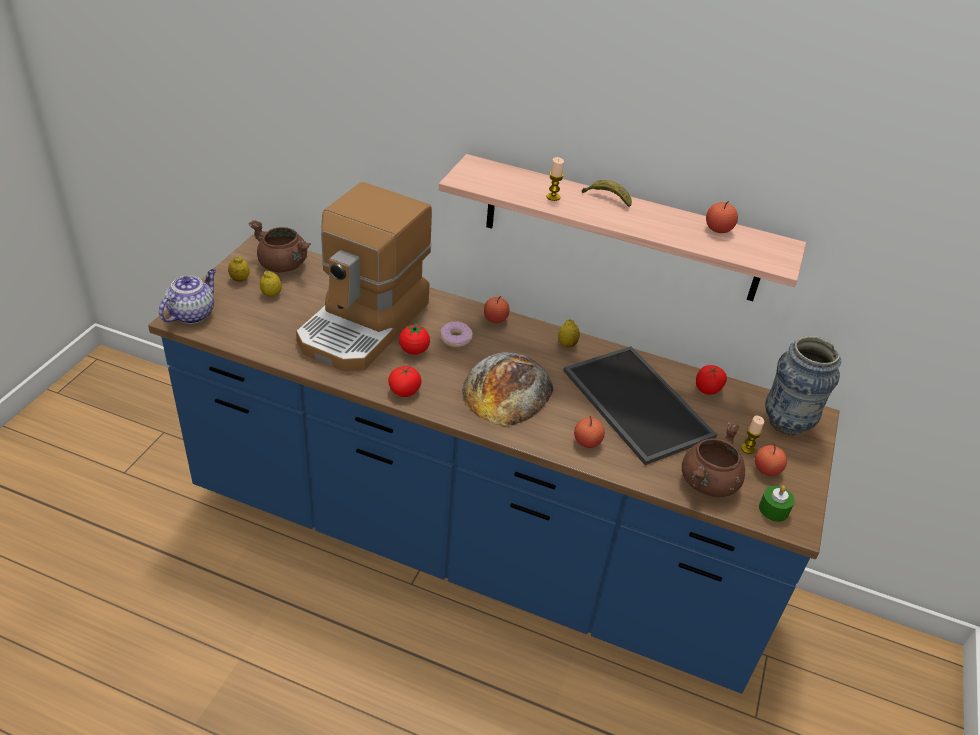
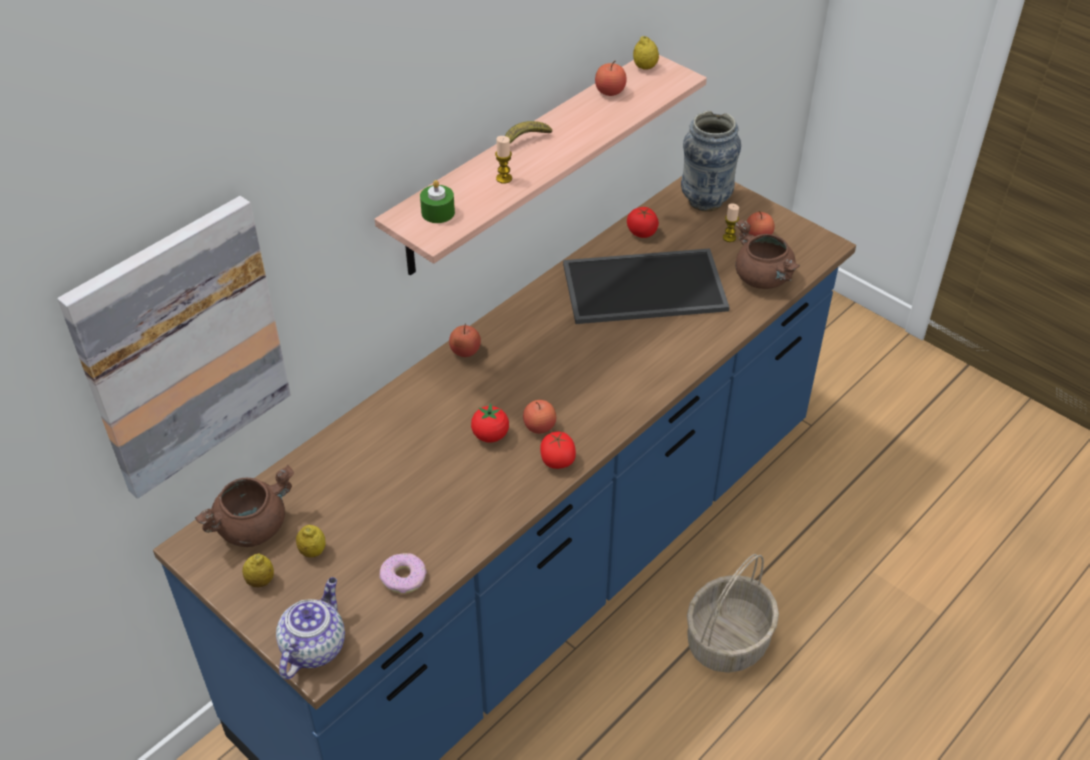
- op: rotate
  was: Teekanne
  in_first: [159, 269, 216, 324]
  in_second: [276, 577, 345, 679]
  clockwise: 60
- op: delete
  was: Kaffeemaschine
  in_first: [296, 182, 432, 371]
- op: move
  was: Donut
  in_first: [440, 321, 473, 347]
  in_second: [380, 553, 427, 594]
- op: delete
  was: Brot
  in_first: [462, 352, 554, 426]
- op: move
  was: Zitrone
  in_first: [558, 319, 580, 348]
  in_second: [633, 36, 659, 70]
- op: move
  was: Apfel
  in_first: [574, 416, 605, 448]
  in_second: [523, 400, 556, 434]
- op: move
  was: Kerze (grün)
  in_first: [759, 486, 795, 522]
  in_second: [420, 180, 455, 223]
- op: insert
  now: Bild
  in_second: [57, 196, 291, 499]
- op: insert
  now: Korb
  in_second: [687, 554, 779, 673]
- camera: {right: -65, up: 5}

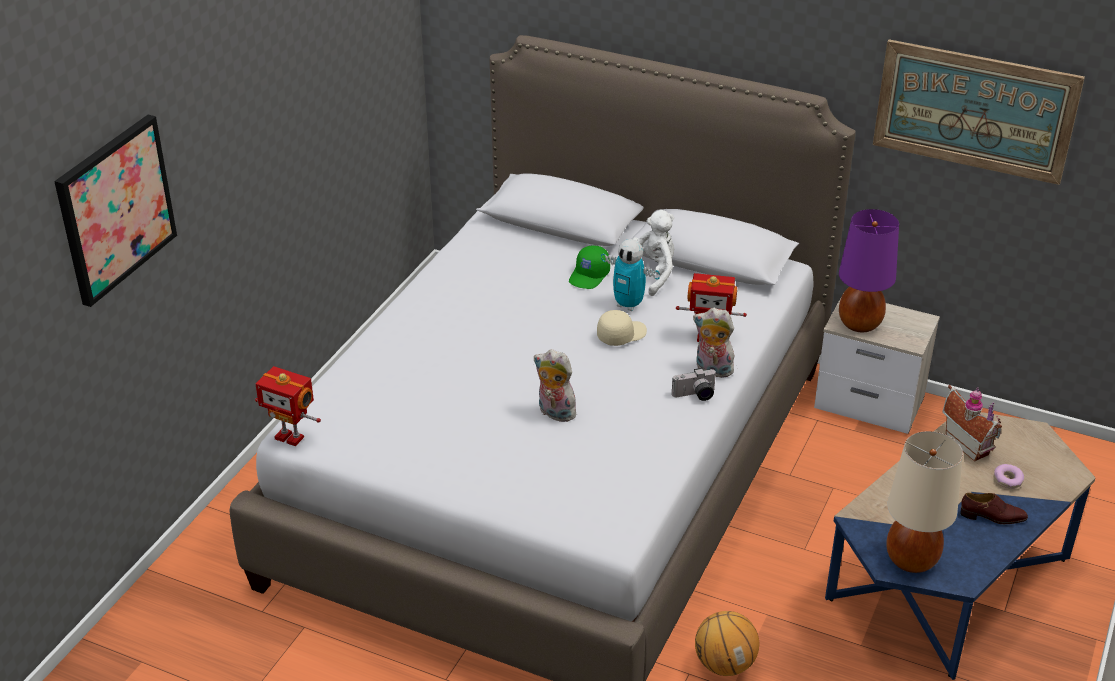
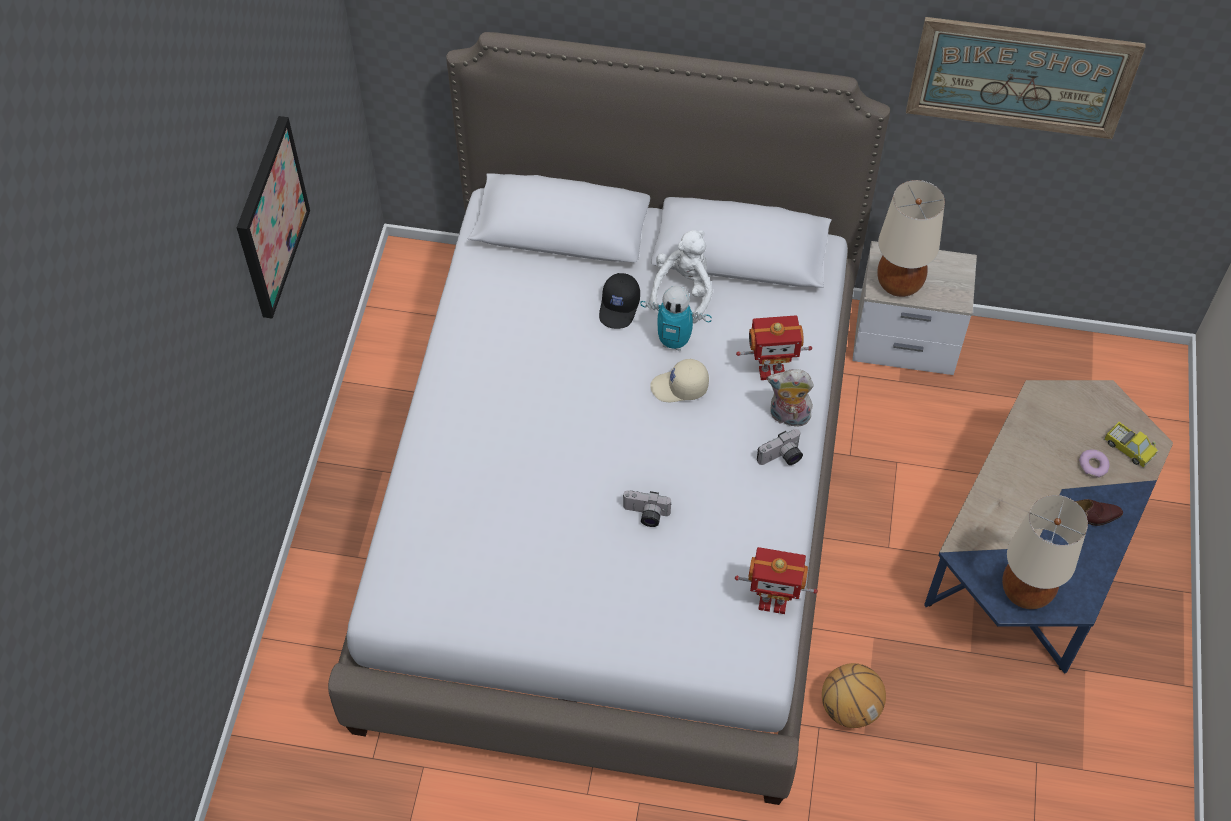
- op: move
  was: Bild
  in_first: [54, 115, 177, 307]
  in_second: [237, 116, 310, 319]
- op: move
  was: Spielzeugroboter
  in_first: [255, 366, 321, 446]
  in_second: [735, 547, 818, 614]
- op: replace
  was: Plüschtier
  now: Kamera
  in_first: [534, 349, 580, 423]
  in_second: [622, 490, 672, 527]
- op: recolor
  was: Kappe (grün)
  now: Kappe (schwarz)
  in_first: [569, 245, 610, 289]
  in_second: [599, 273, 640, 329]
- op: rotate
  was: Kappe (beige)
  in_first: [597, 310, 647, 346]
  in_second: [650, 359, 709, 402]
  clockwise: -135
- op: recolor
  was: Tischlampe (lila)
  now: Tischlampe (beige)
  in_first: [839, 209, 899, 332]
  in_second: [877, 180, 945, 297]
- op: delete
  was: Spielzeughaus
  in_first: [942, 385, 1002, 462]
- op: insert
  now: Spielzeuglaster
  in_second: [1104, 421, 1158, 468]
- camera: {right: -15, up: 20}

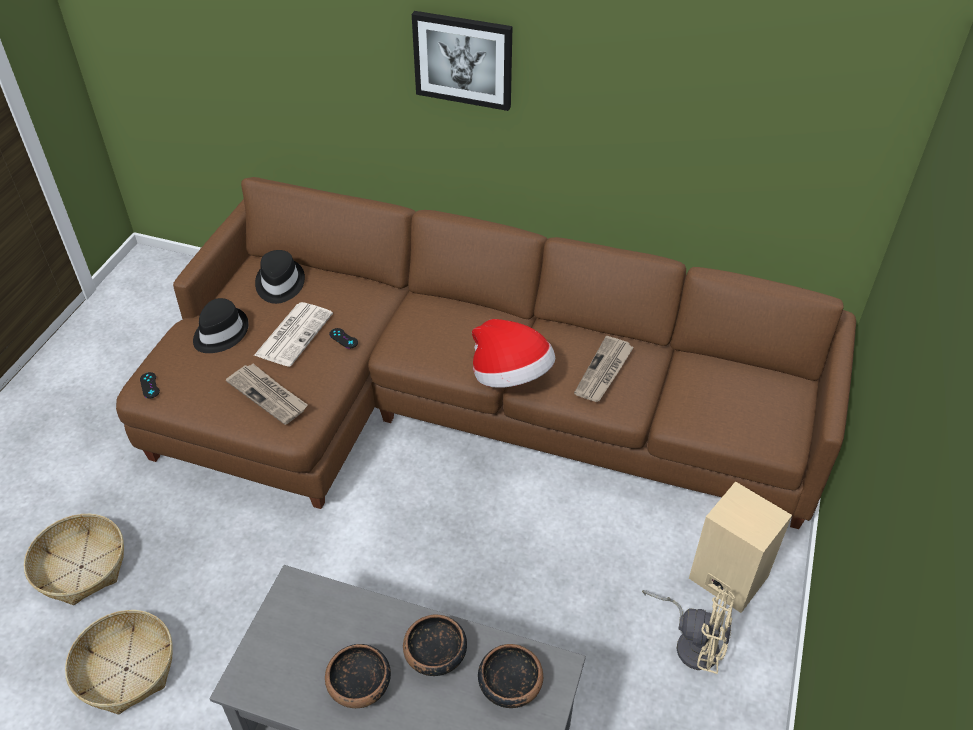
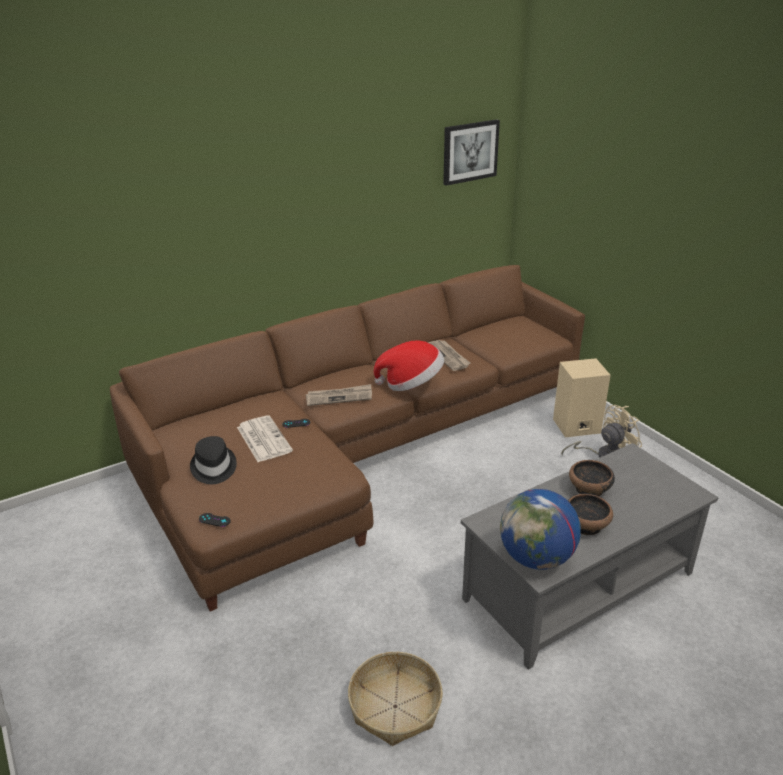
- op: delete
  was: Korb
  in_first: [24, 514, 124, 605]
- op: move
  was: Zeitung
  in_first: [226, 364, 308, 425]
  in_second: [306, 384, 372, 406]
- op: delete
  was: Hut (schwarz)
  in_first: [255, 250, 305, 304]
- op: move
  was: Bild
  in_first: [412, 11, 513, 111]
  in_second: [443, 119, 500, 186]
- op: delete
  was: Schüssel
  in_first: [478, 644, 543, 708]
- op: insert
  now: Globus
  in_second: [500, 489, 581, 570]
- camera: {right: -50, up: -15}

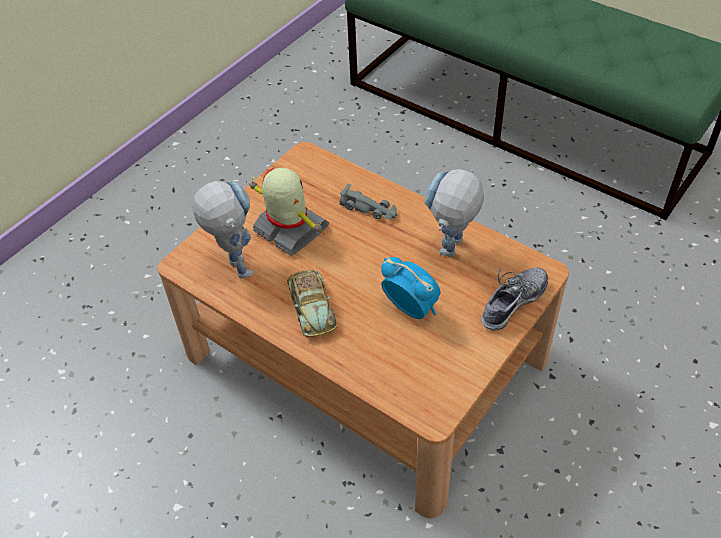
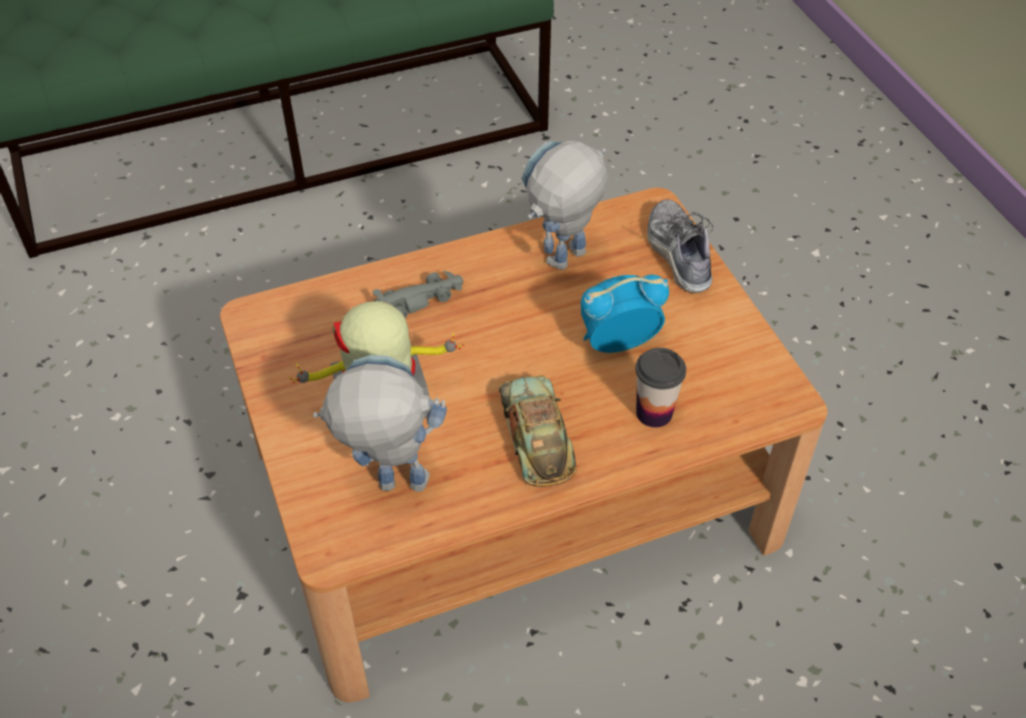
- op: rotate
  was: Spielzeugauto
  in_first: [287, 270, 337, 337]
  in_second: [499, 375, 577, 487]
  clockwise: -120
- op: rotate
  was: Spielzeugroboter
  in_first: [424, 169, 484, 257]
  in_second: [521, 141, 608, 270]
  clockwise: 75
- op: insert
  now: Tasse
  in_second: [636, 348, 686, 428]
- camera: {right: -60, up: 0}

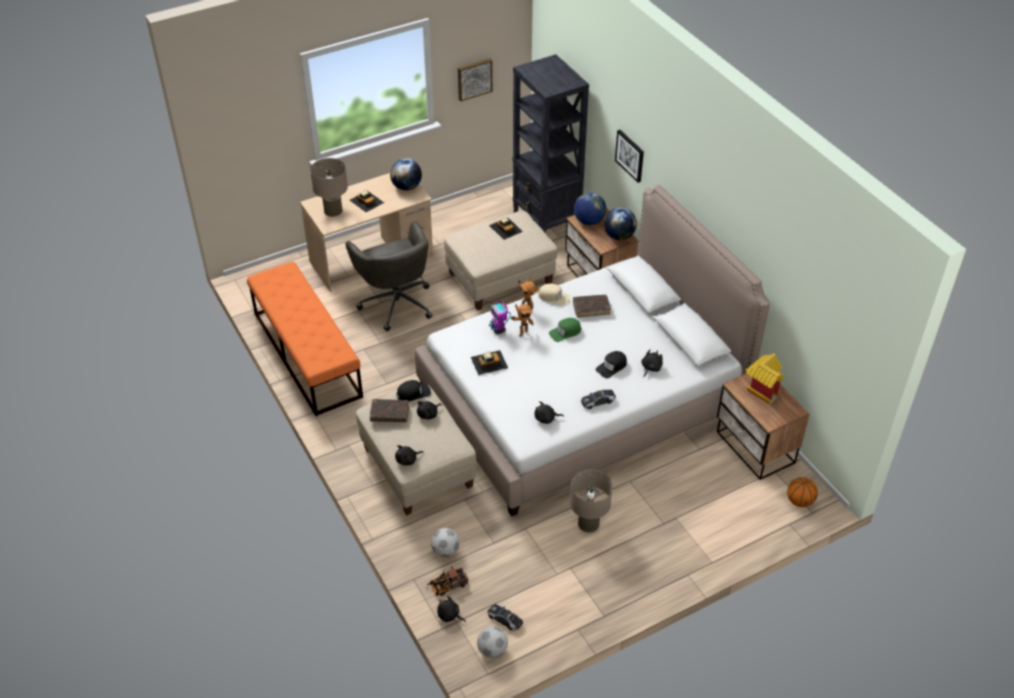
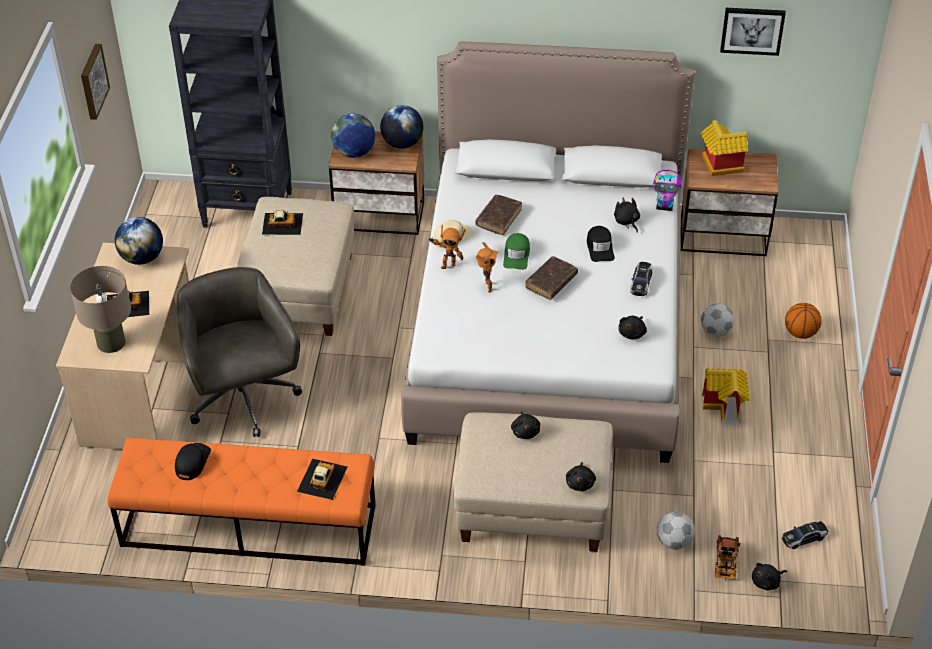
- op: rotate
  was: Bürostuhl (grau)
  in_first: [345, 221, 432, 331]
  in_second: [177, 267, 302, 437]
  clockwise: -120
- op: move
  was: Buch (braun)
  in_first: [370, 399, 409, 422]
  in_second: [525, 256, 578, 300]
- op: move
  was: Kappe (schwarz)
  in_first: [397, 380, 431, 401]
  in_second: [175, 443, 211, 480]
- op: move
  was: Spielzeugauto
  in_first: [471, 350, 508, 375]
  in_second: [297, 459, 347, 500]
- op: move
  was: Fußball
  in_first: [477, 627, 508, 658]
  in_second: [701, 303, 735, 337]
- op: move
  was: Spielzeugroboter
  in_first: [485, 301, 511, 334]
  in_second: [653, 170, 682, 211]
- op: replace
  was: Tischlampe (beige)
  now: Spielzeughaus
  in_first: [570, 469, 613, 532]
  in_second: [702, 368, 750, 423]
- op: move
  was: Bild
  in_first: [615, 130, 644, 183]
  in_second: [720, 8, 786, 56]
- op: move
  was: Basketball
  in_first: [787, 477, 818, 507]
  in_second: [785, 303, 822, 339]
- camera: {right: -55, up: 0}

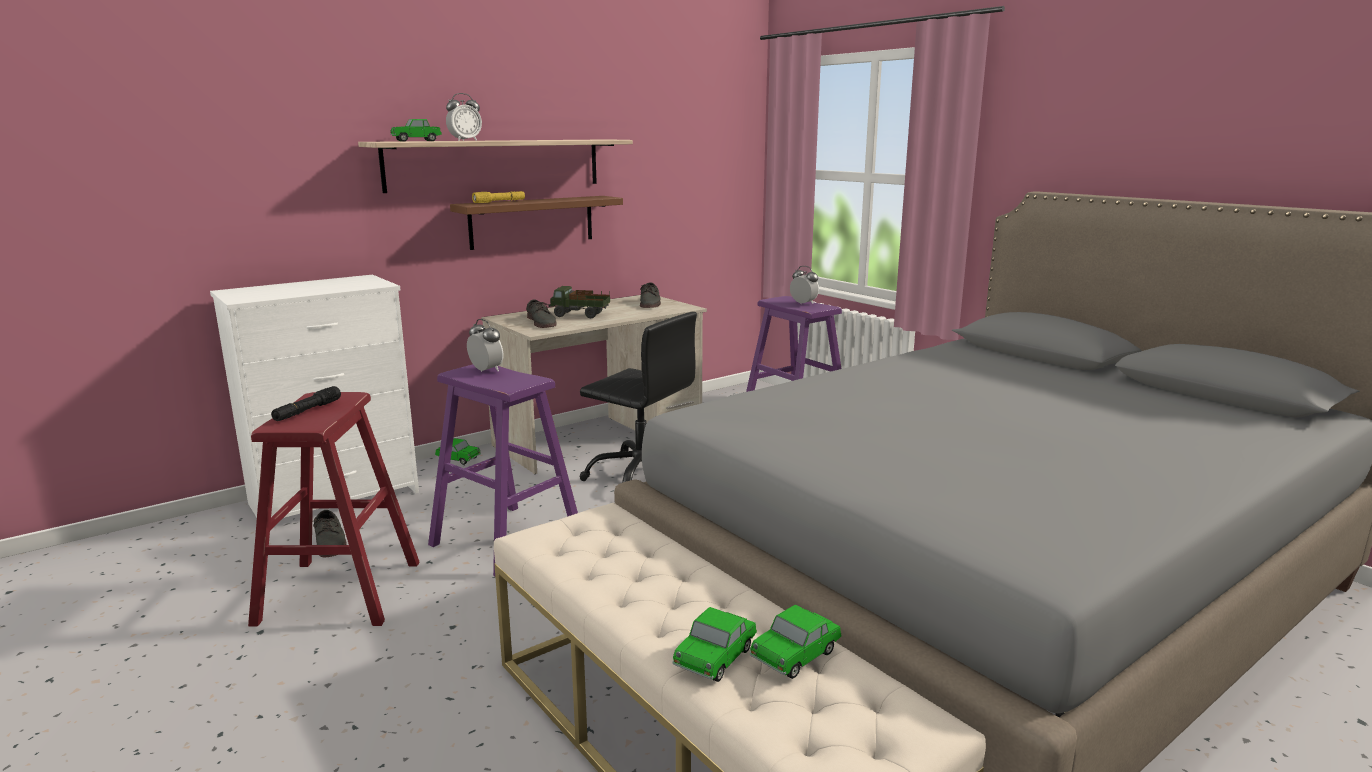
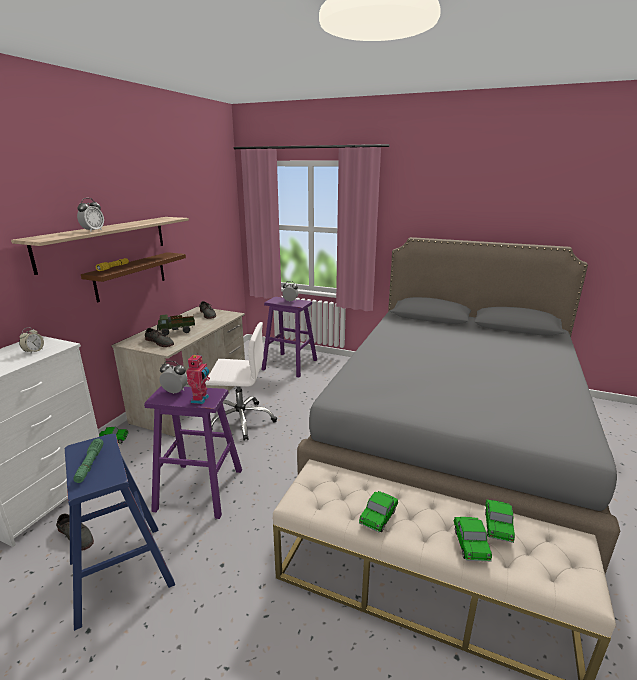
- op: recolor
  was: Hocker (rot)
  now: Hocker (blau)
  in_first: [248, 392, 419, 627]
  in_second: [65, 434, 175, 631]
- op: recolor
  was: Taschenlampe (schwarz)
  now: Taschenlampe (grün)
  in_first: [271, 386, 341, 421]
  in_second: [73, 438, 103, 483]
- op: move
  was: Spielzeugauto
  in_first: [390, 119, 442, 141]
  in_second: [359, 491, 398, 532]
- op: recolor
  was: Bürostuhl (schwarz)
  now: Bürostuhl (weiß)
  in_first: [580, 312, 697, 483]
  in_second: [205, 322, 277, 441]
- op: insert
  now: Wecker
  in_second: [19, 327, 44, 353]
- op: insert
  now: Spielzeugroboter
  in_second: [186, 353, 210, 404]
- camera: {right: -30, up: 5}

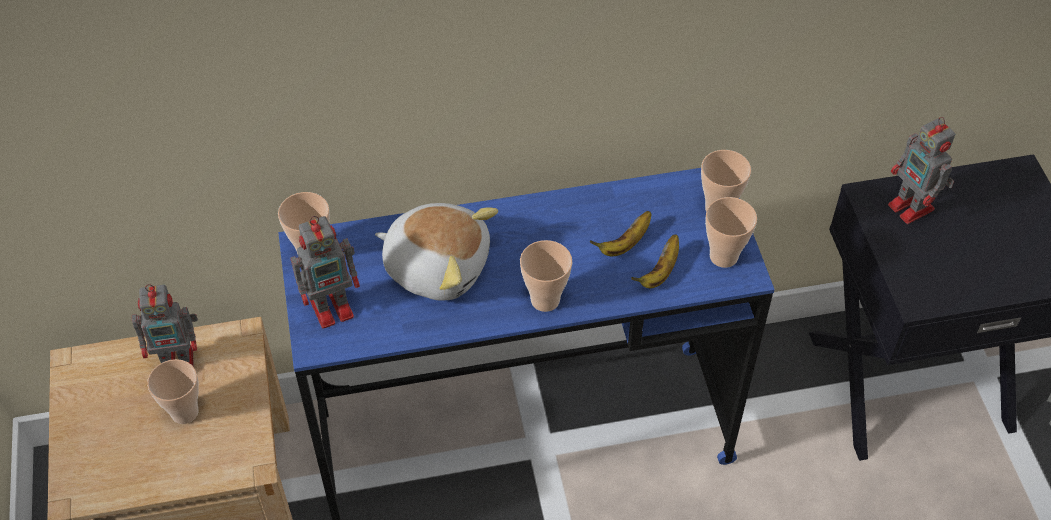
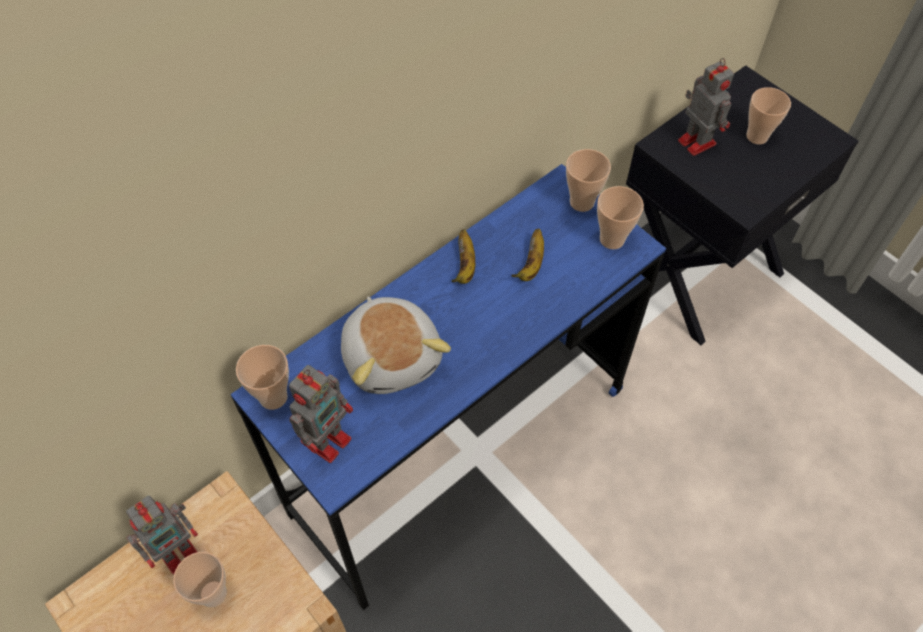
- op: rotate
  was: Plüschtier
  in_first: [375, 203, 498, 301]
  in_second: [341, 296, 451, 394]
  clockwise: 75
- op: move
  was: Tasse
  in_first: [520, 240, 572, 312]
  in_second: [746, 87, 791, 144]
- op: move
  was: Banane
  in_first: [631, 234, 679, 288]
  in_second: [452, 229, 475, 284]
- op: rotate
  was: Spielzeugroboter
  in_first: [888, 117, 955, 224]
  in_second: [678, 58, 734, 156]
  clockwise: -150
- camera: {right: -30, up: 5}

